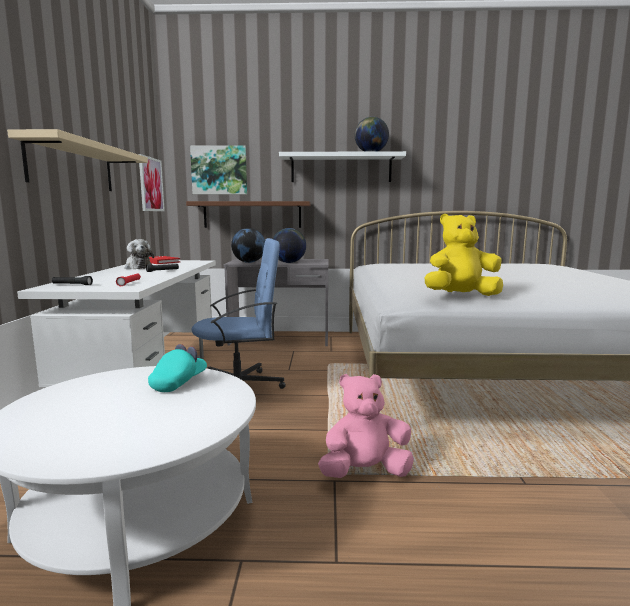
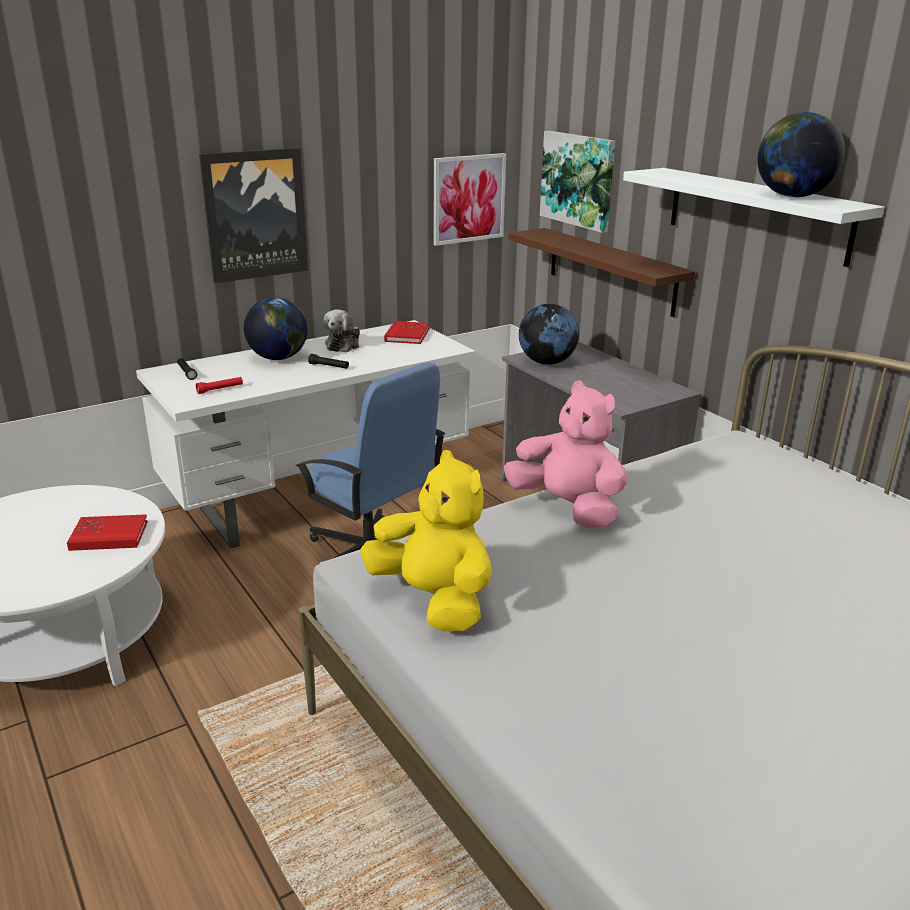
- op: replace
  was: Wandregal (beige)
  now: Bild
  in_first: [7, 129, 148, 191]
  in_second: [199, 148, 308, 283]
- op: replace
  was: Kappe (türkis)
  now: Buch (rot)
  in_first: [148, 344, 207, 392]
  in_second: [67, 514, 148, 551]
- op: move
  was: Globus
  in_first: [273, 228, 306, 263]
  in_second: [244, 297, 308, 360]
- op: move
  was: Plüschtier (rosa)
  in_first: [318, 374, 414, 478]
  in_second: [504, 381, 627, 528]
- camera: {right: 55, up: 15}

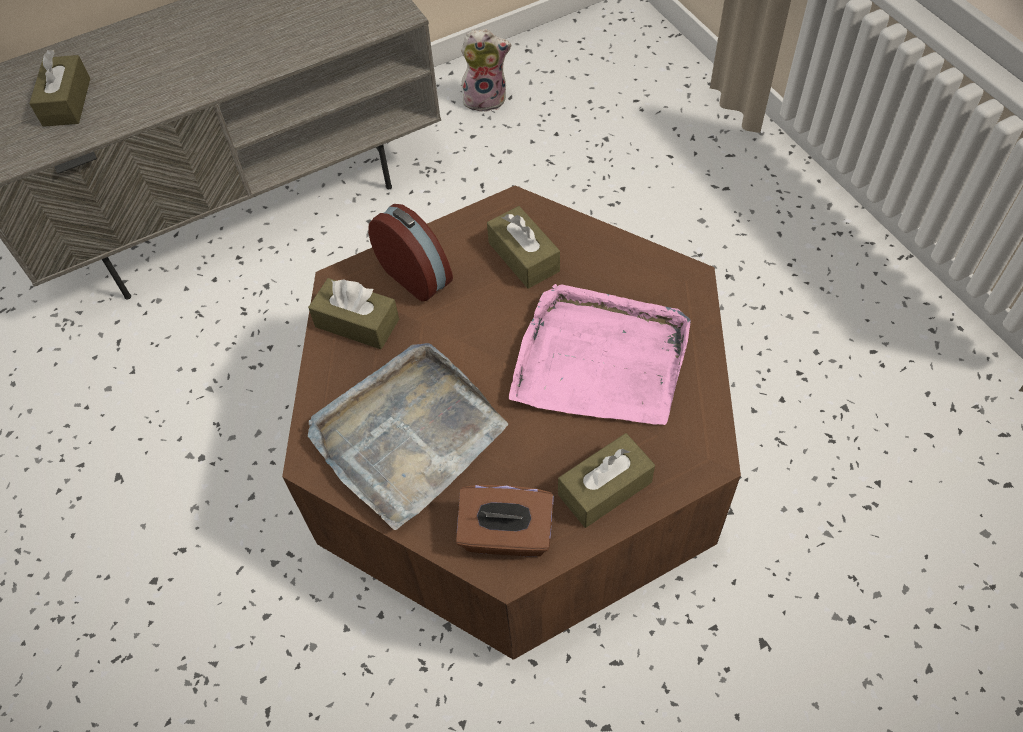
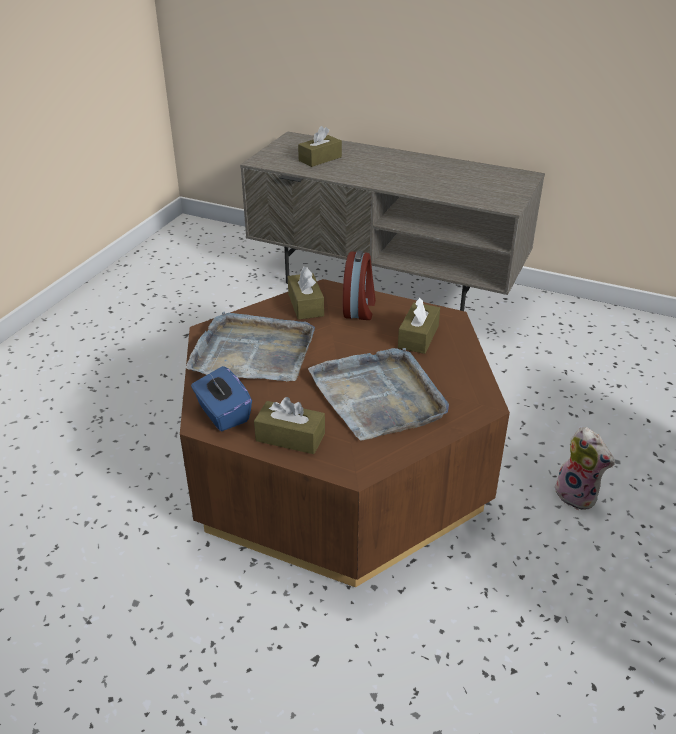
- op: recolor
  was: Taschentuchbox (braun)
  now: Taschentuchbox (blau)
  in_first: [456, 485, 554, 557]
  in_second: [191, 366, 252, 431]
- op: move
  was: Plüschtier
  in_first: [461, 29, 511, 112]
  in_second: [553, 427, 615, 510]
- op: recolor
  was: Tablett (rosa)
  now: Tablett (grau)
  in_first: [509, 284, 691, 425]
  in_second: [308, 348, 449, 440]
- camera: {right: 50, up: -20}

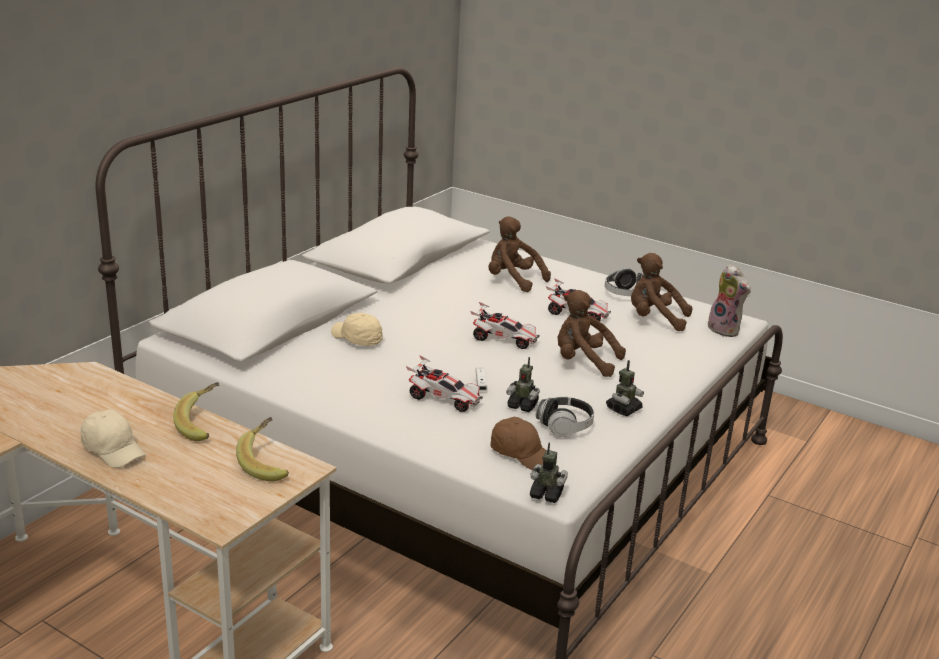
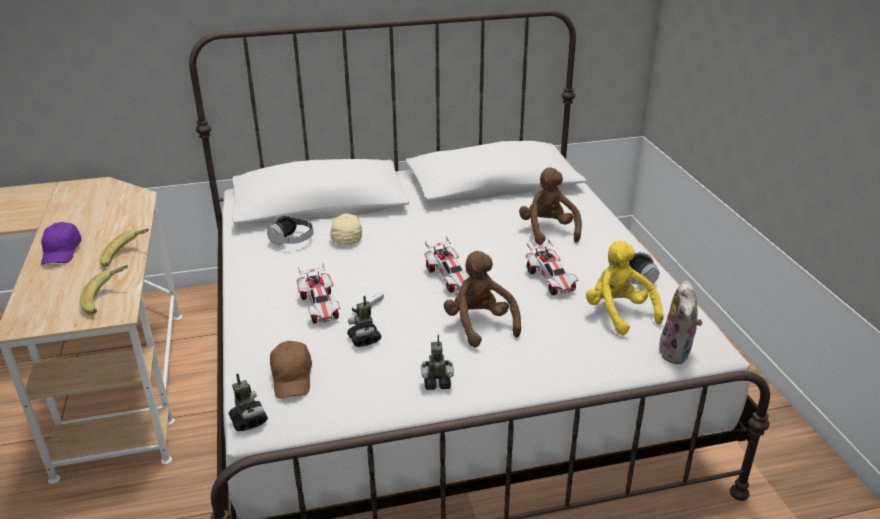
- op: recolor
  was: Kappe (beige)
  now: Kappe (lila)
  in_first: [80, 409, 146, 468]
  in_second: [41, 222, 82, 265]
- op: move
  was: Kopfhörer
  in_first: [536, 397, 594, 436]
  in_second: [267, 215, 313, 245]
- op: recolor
  was: Plüschtier (braun)
  now: Plüschtier (gelb)
  in_first: [631, 253, 693, 331]
  in_second: [586, 241, 664, 335]
- camera: {right: 45, up: 5}

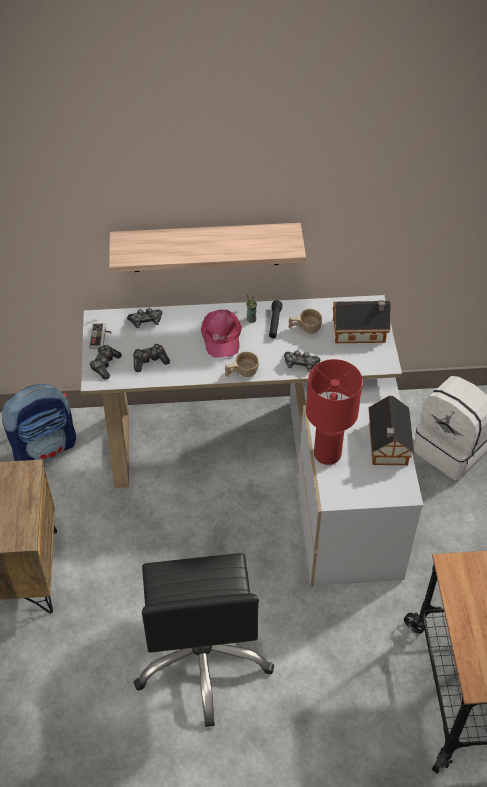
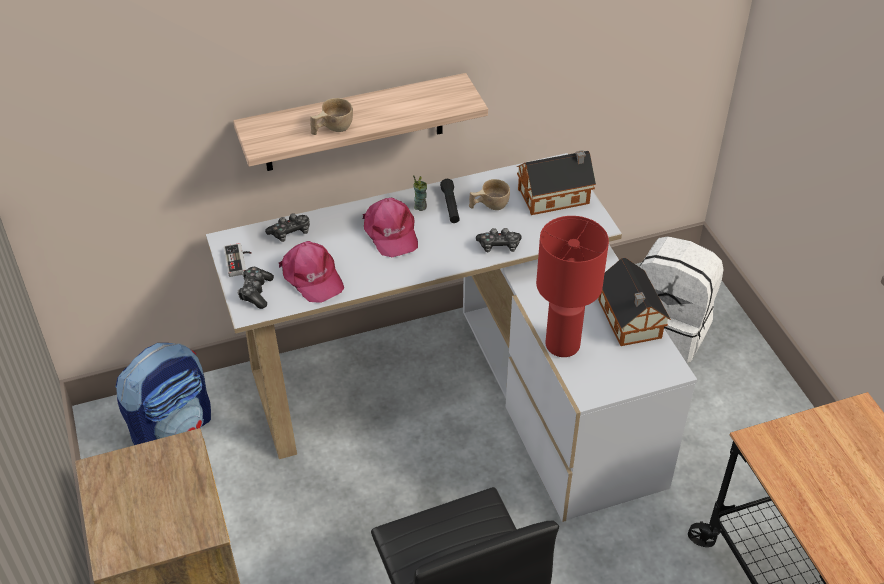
- op: replace
  was: Gamepad
  now: Kappe (rosa)
  in_first: [133, 344, 170, 372]
  in_second: [279, 241, 344, 303]
- op: move
  was: Tasse (beige)
  in_first: [225, 352, 259, 377]
  in_second: [310, 98, 353, 135]
- camera: {right: -15, up: -5}

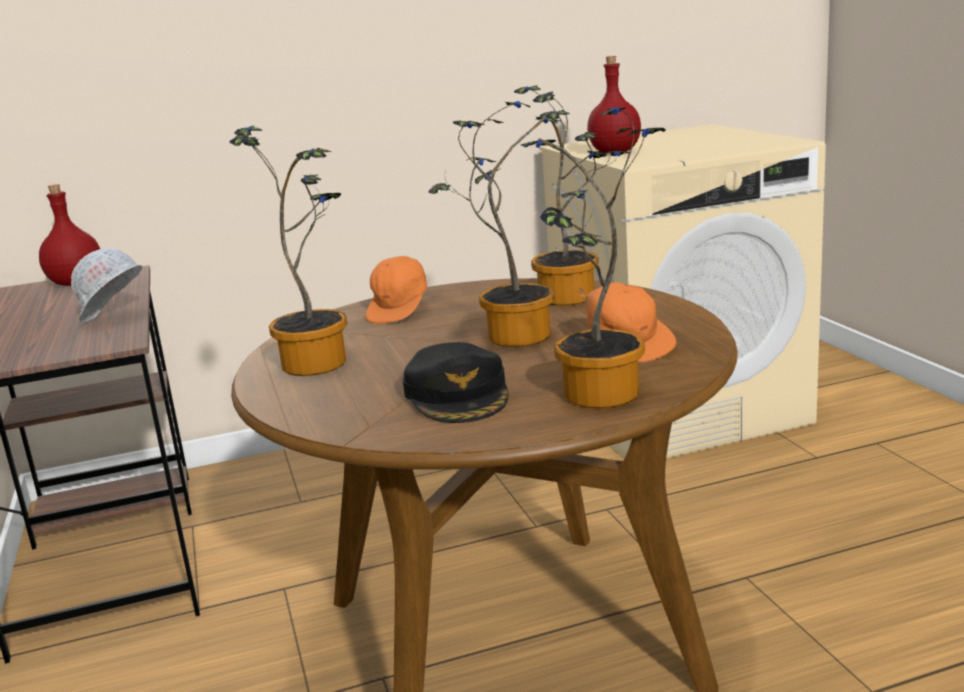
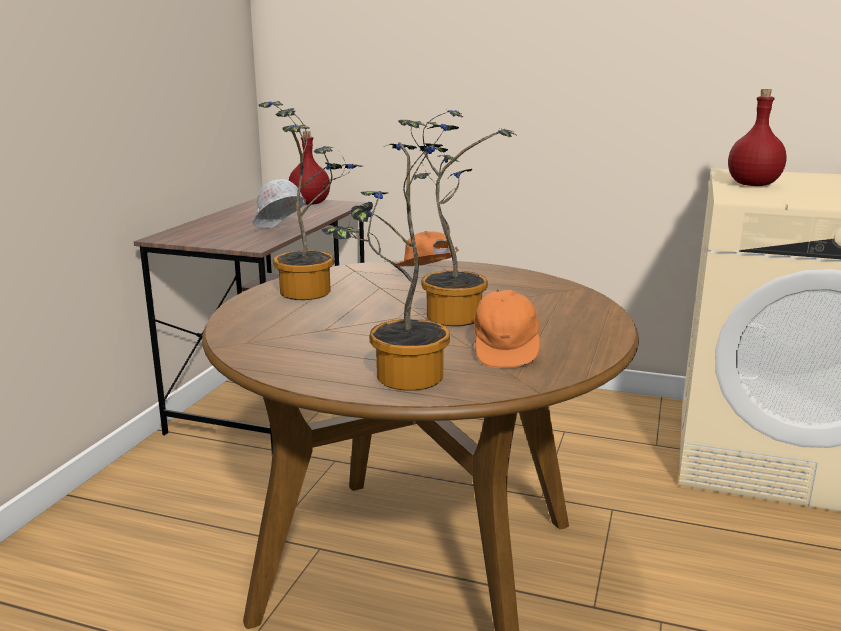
- op: rotate
  was: Kappe (orange)
  in_first: [366, 256, 427, 324]
  in_second: [396, 231, 459, 267]
  clockwise: 90
- op: delete
  was: Kappe (schwarz)
  in_first: [403, 342, 508, 423]
- op: delete
  was: Topfpflanze
  in_first: [514, 85, 629, 306]
- camera: {right: 35, up: 0}

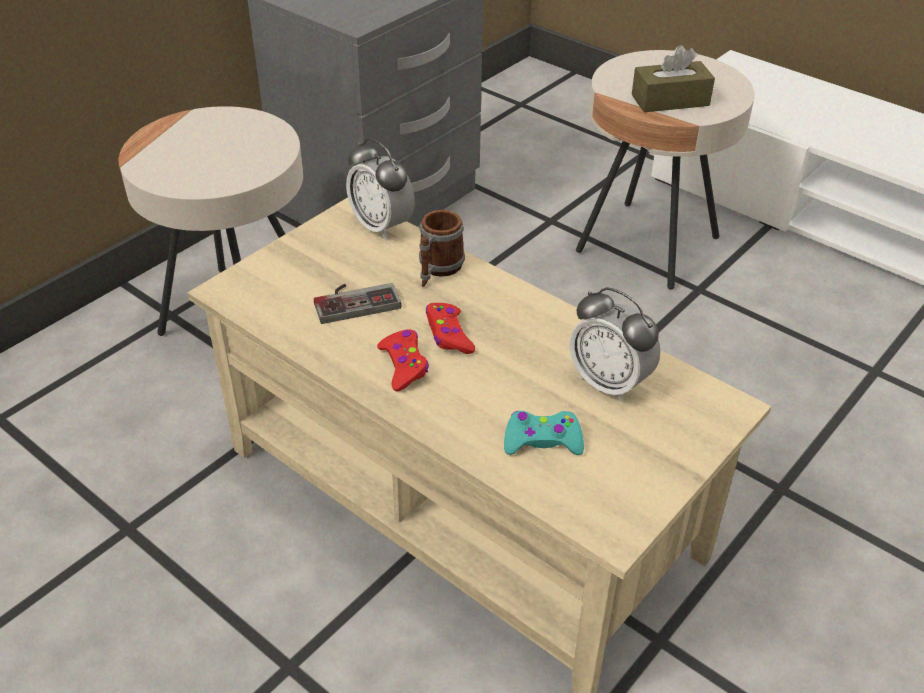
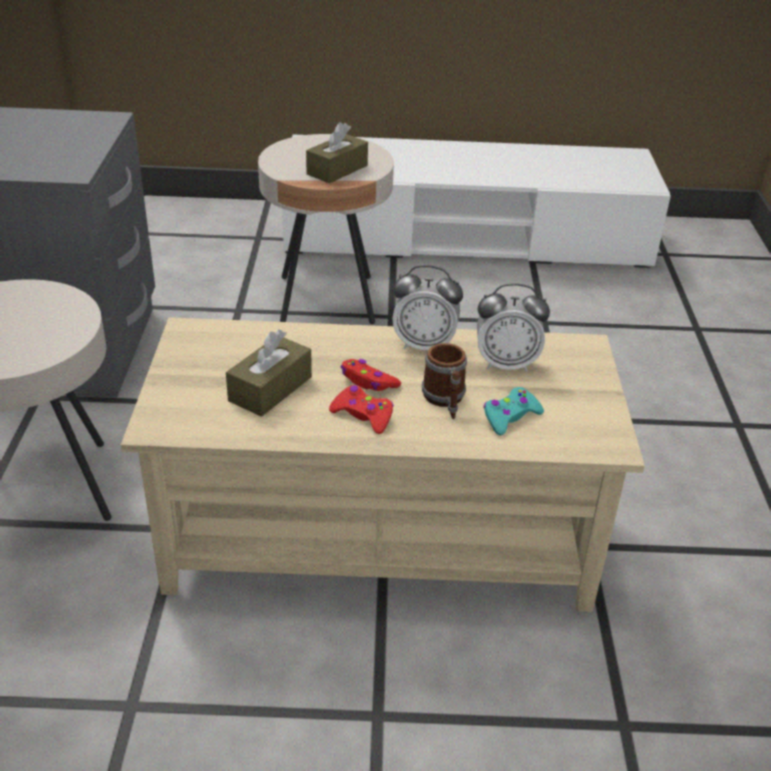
- op: replace
  was: Gamepad
  now: Taschentuchbox (braun)
  in_first: [314, 283, 402, 324]
  in_second: [226, 329, 312, 417]
- op: move
  was: Wecker
  in_first: [346, 138, 415, 240]
  in_second: [392, 265, 463, 350]
- op: move
  was: Henkelbecher
  in_first: [419, 210, 465, 287]
  in_second: [422, 343, 467, 419]
- camera: {right: -40, up: -5}

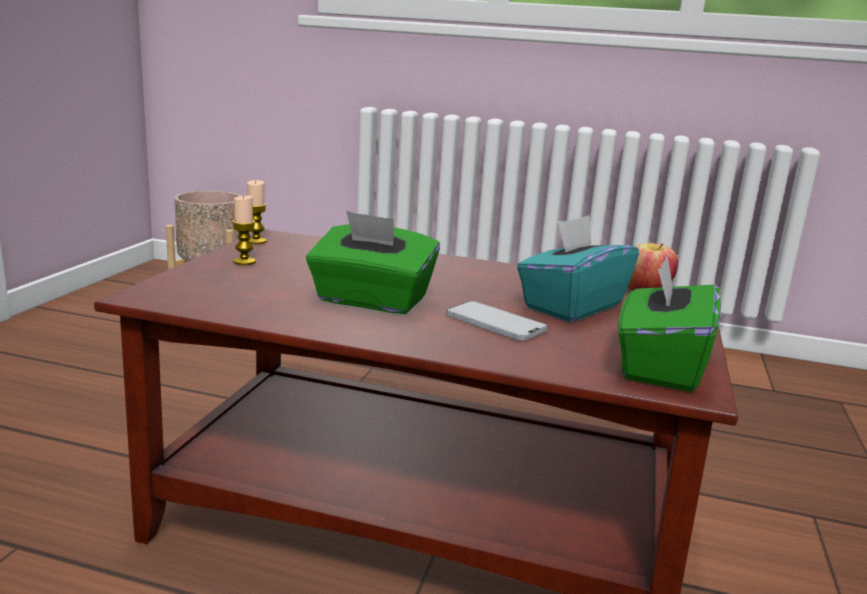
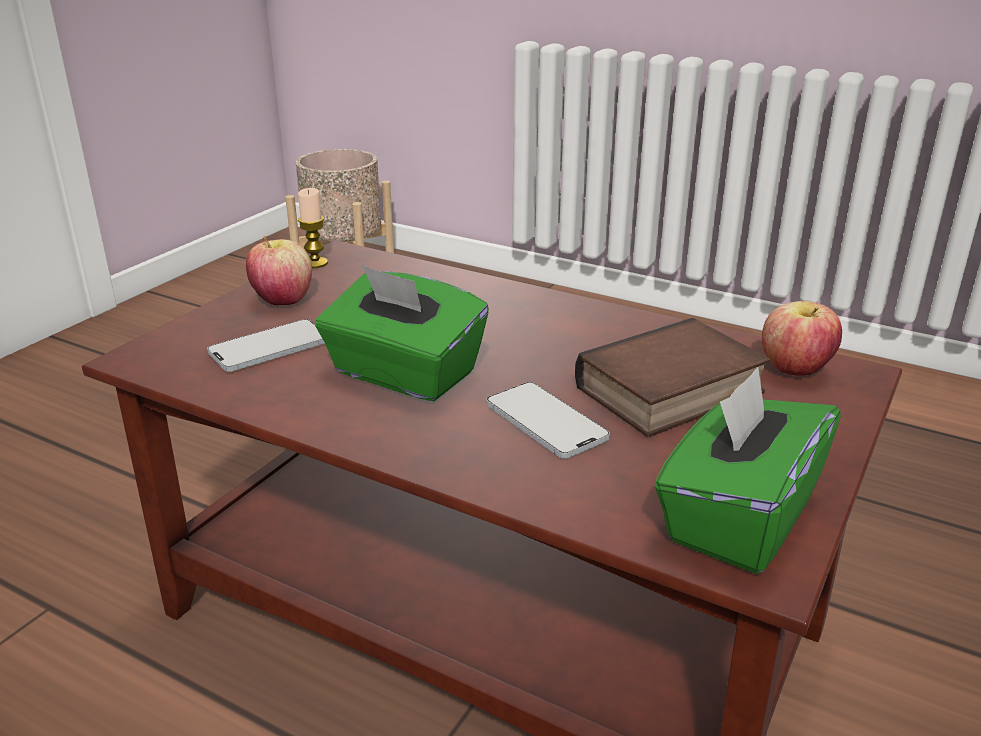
- op: replace
  was: Kerze
  now: Apfel
  in_first: [232, 195, 256, 265]
  in_second: [246, 236, 312, 306]
- op: replace
  was: Taschentuchbox (türkis)
  now: Buch
  in_first: [517, 215, 639, 322]
  in_second: [575, 318, 770, 437]
- op: insert
  now: Handy
  in_second: [207, 319, 325, 372]
- camera: {right: 15, up: 10}

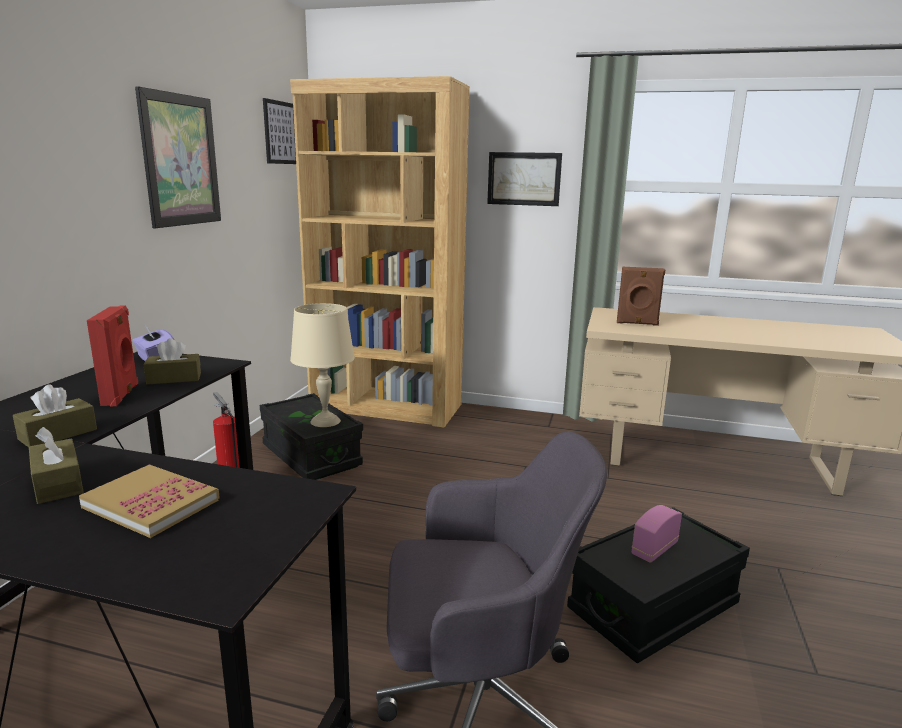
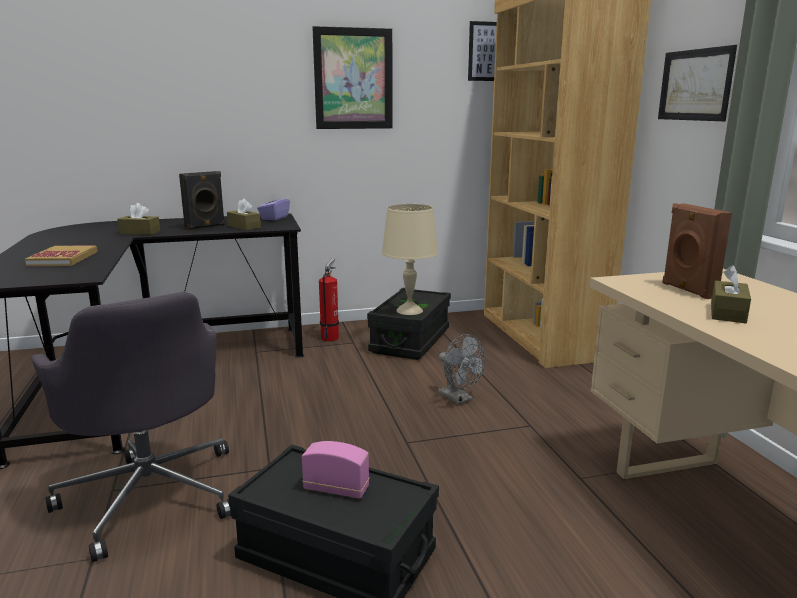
- op: move
  was: Taschentuchbox (braun)
  in_first: [29, 427, 84, 504]
  in_second: [711, 265, 751, 323]
- op: recolor
  was: Lautsprecher (rot)
  now: Lautsprecher (schwarz)
  in_first: [87, 305, 138, 407]
  in_second: [179, 171, 225, 230]
- op: insert
  now: Ventilator (grau)
  in_second: [438, 334, 485, 405]
- camera: {right: 60, up: 0}

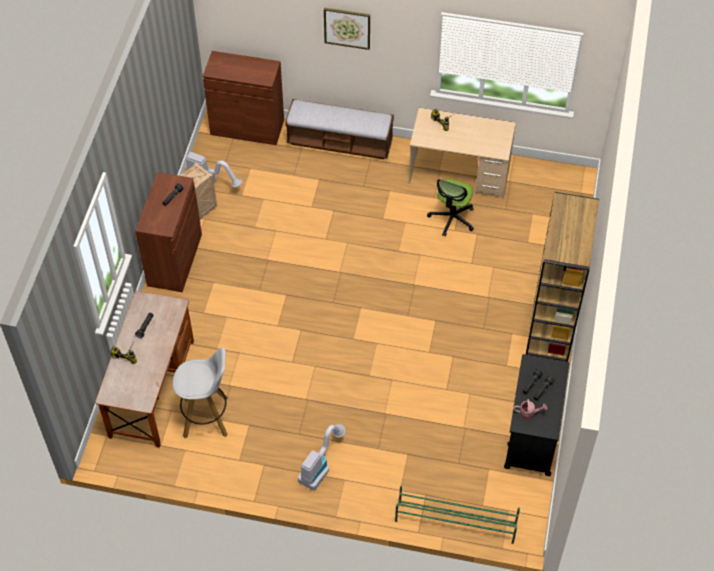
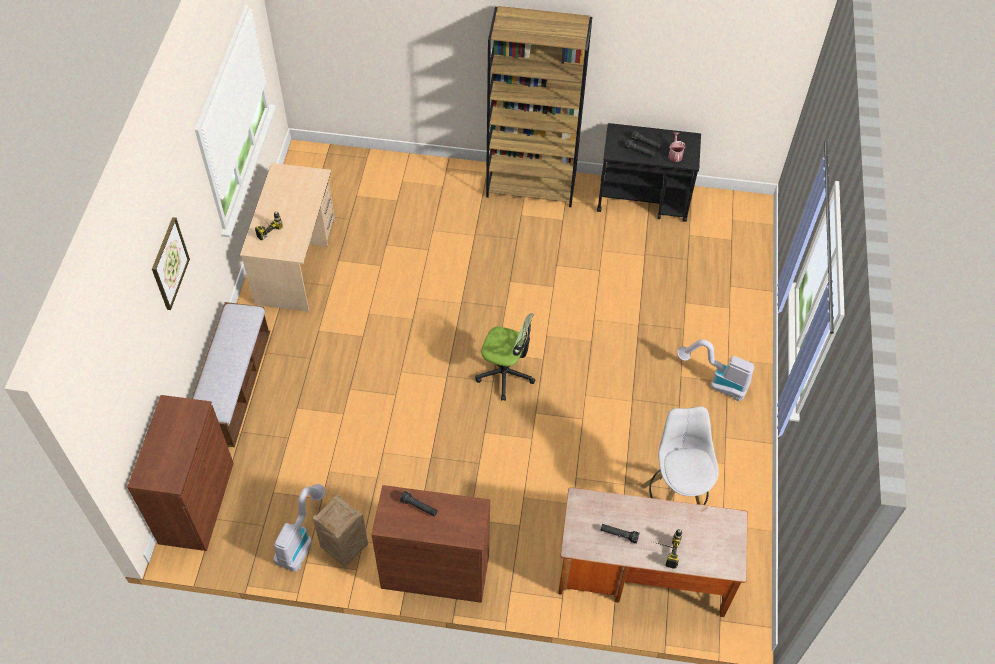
- op: delete
  was: Schuhregal (grün)
  in_first: [395, 485, 520, 544]
- op: move
  was: Bürostuhl
  in_first: [427, 179, 474, 236]
  in_second: [475, 313, 535, 401]
- camera: {right: -95, up: 0}

